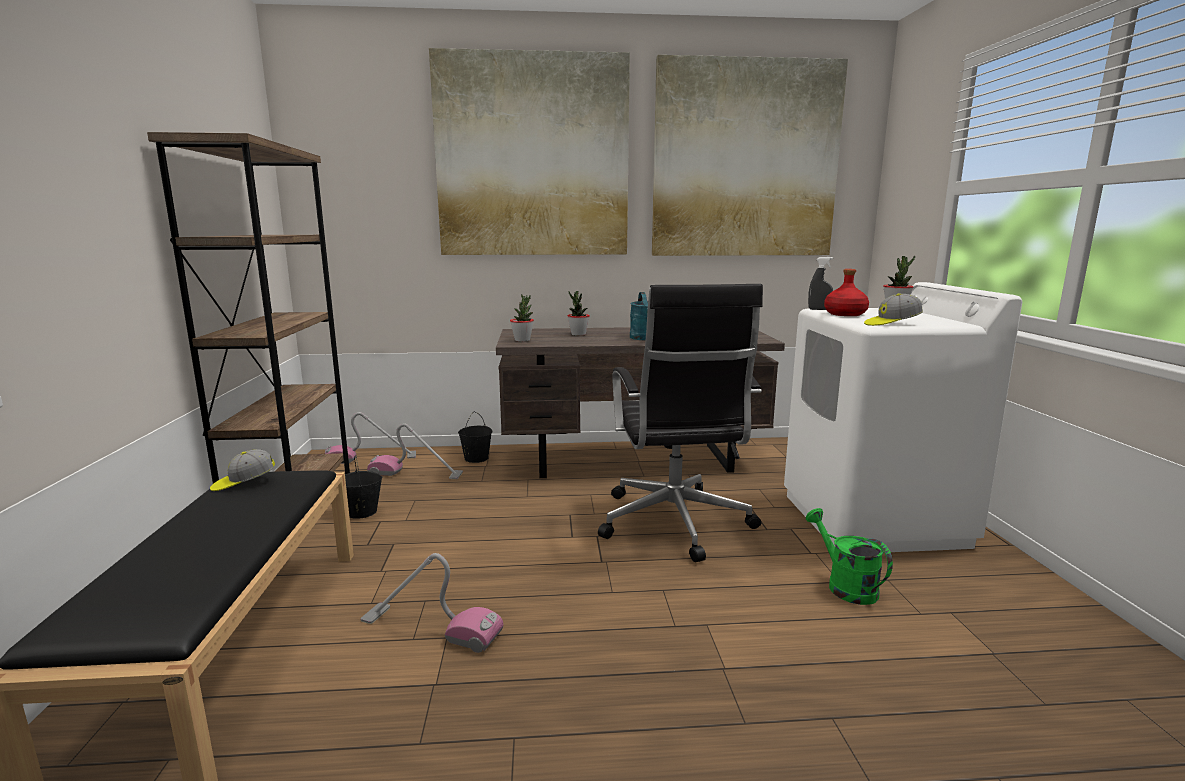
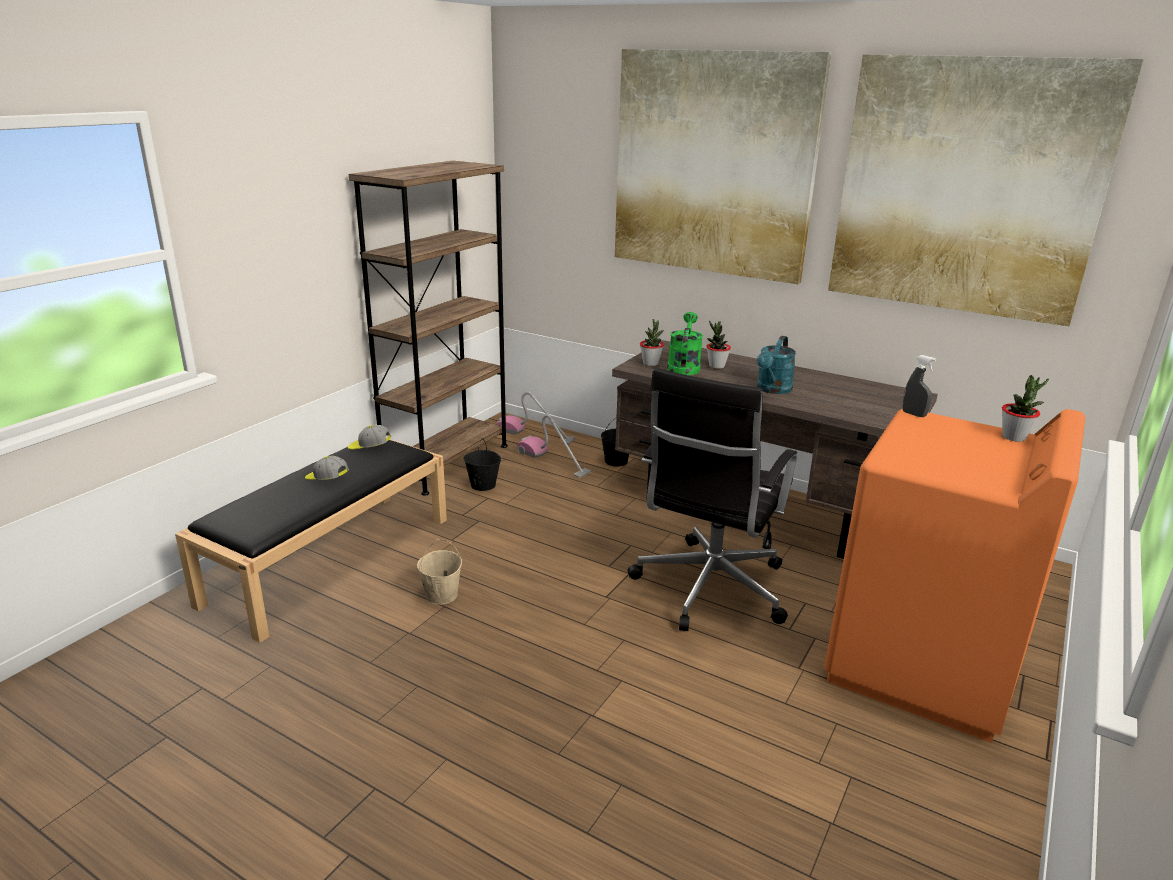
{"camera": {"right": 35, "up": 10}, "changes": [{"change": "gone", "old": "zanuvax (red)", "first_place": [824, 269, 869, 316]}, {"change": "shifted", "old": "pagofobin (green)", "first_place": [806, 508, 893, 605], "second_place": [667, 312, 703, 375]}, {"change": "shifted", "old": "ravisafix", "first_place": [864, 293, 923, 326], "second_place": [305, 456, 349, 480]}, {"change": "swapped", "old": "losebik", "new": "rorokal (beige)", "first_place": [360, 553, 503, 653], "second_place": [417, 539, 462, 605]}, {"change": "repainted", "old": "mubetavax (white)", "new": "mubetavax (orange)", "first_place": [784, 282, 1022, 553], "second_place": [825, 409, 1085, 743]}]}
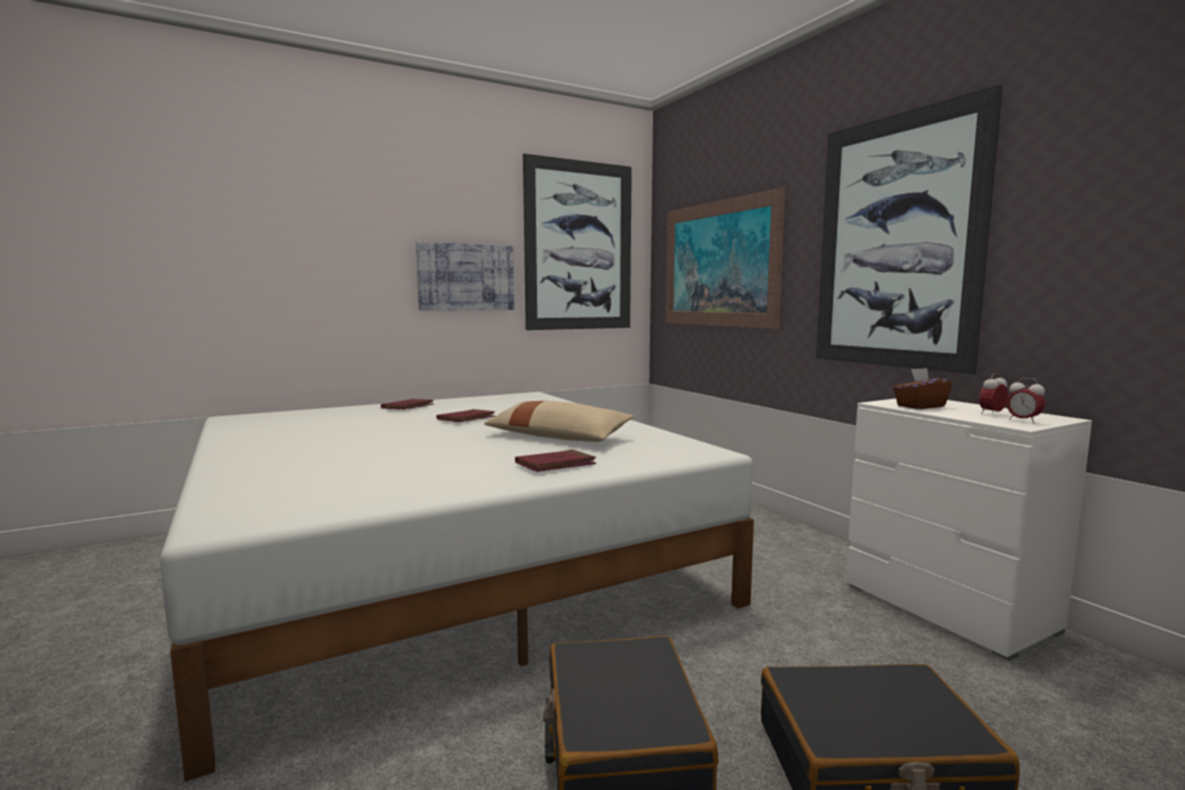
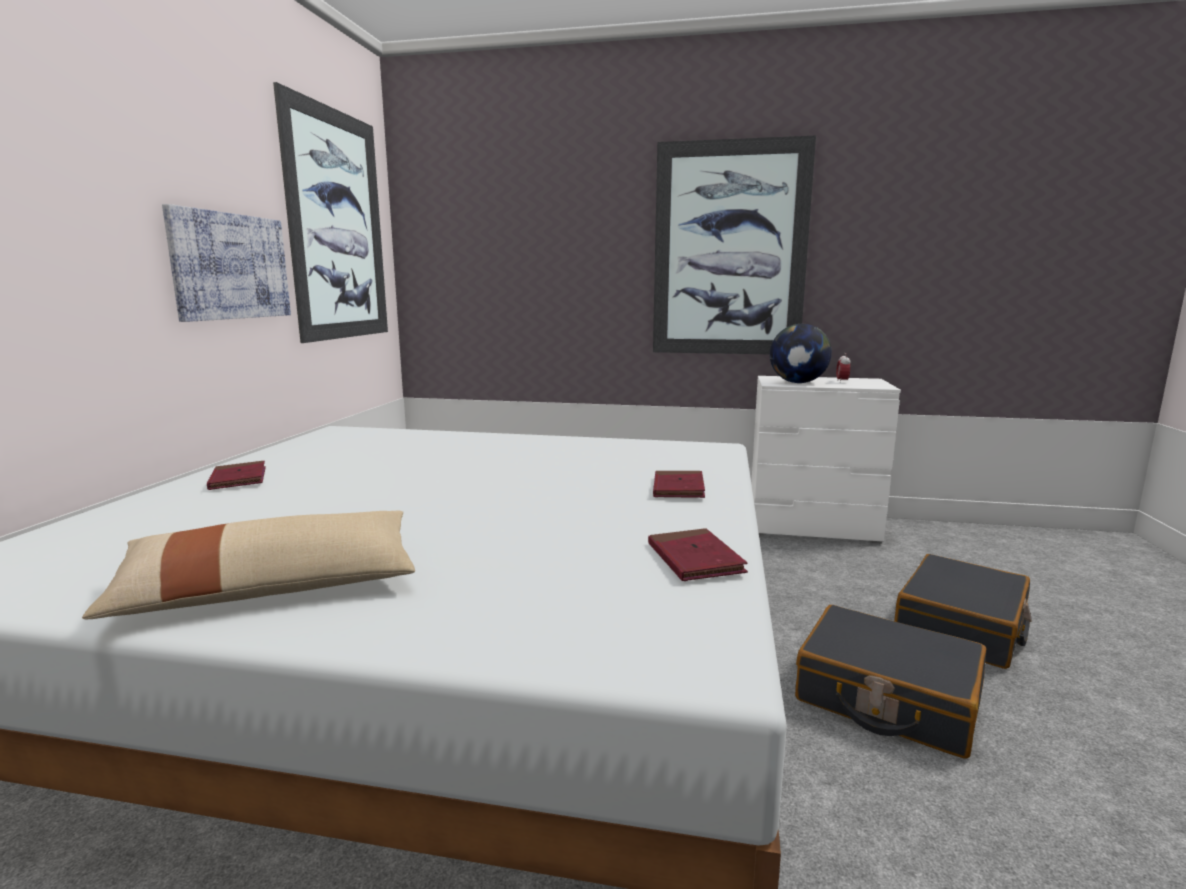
{"camera": {"right": -50, "up": 5}, "changes": [{"change": "gone", "old": "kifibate", "first_place": [666, 187, 786, 329]}, {"change": "gone", "old": "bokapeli", "first_place": [1006, 378, 1045, 423]}, {"change": "shifted", "old": "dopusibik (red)", "first_place": [436, 409, 495, 422], "second_place": [648, 528, 748, 581]}, {"change": "shifted", "old": "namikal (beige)", "first_place": [484, 401, 634, 442], "second_place": [82, 511, 415, 619]}, {"change": "swapped", "old": "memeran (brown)", "new": "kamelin", "first_place": [893, 368, 952, 409], "second_place": [770, 324, 832, 383]}]}
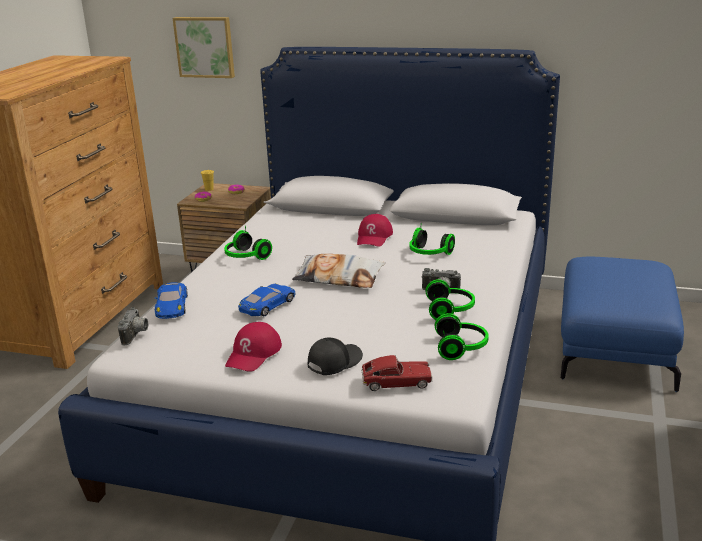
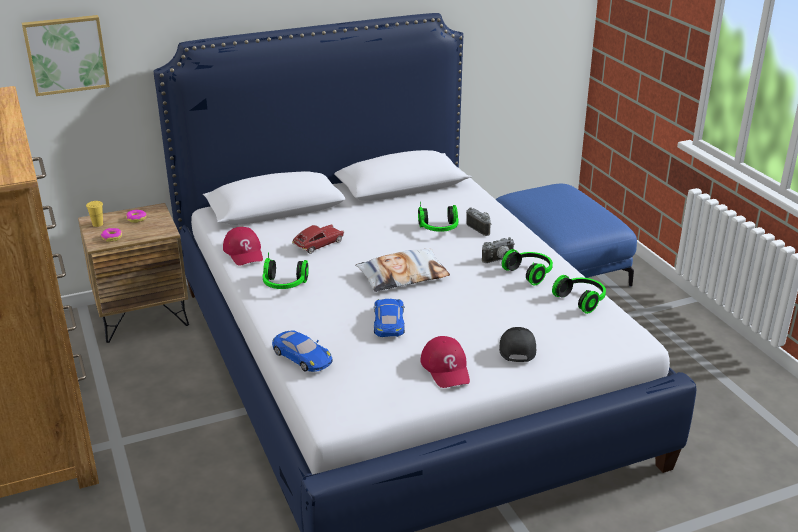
{"camera": {"right": -40, "up": 5}, "changes": [{"change": "shifted", "old": "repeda", "first_place": [117, 307, 148, 345], "second_place": [466, 208, 491, 236]}, {"change": "shifted", "old": "ravisafix (red)", "first_place": [357, 214, 393, 247], "second_place": [223, 227, 263, 266]}, {"change": "shifted", "old": "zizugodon", "first_place": [361, 355, 433, 391], "second_place": [292, 225, 344, 254]}]}
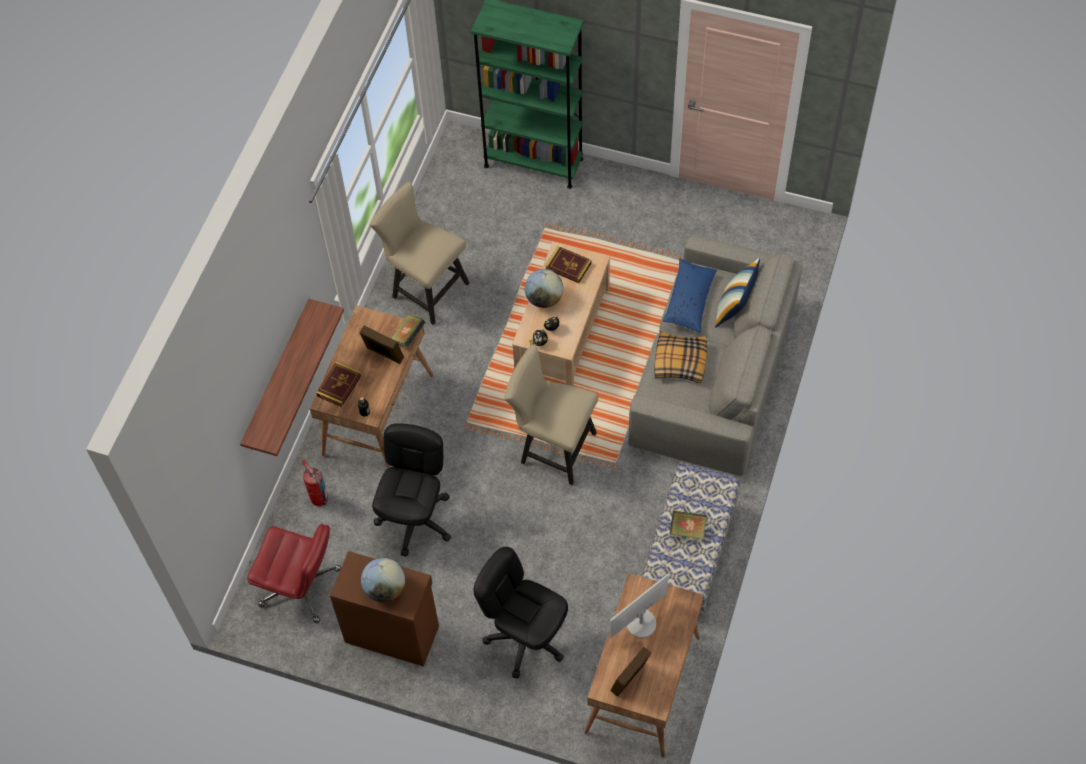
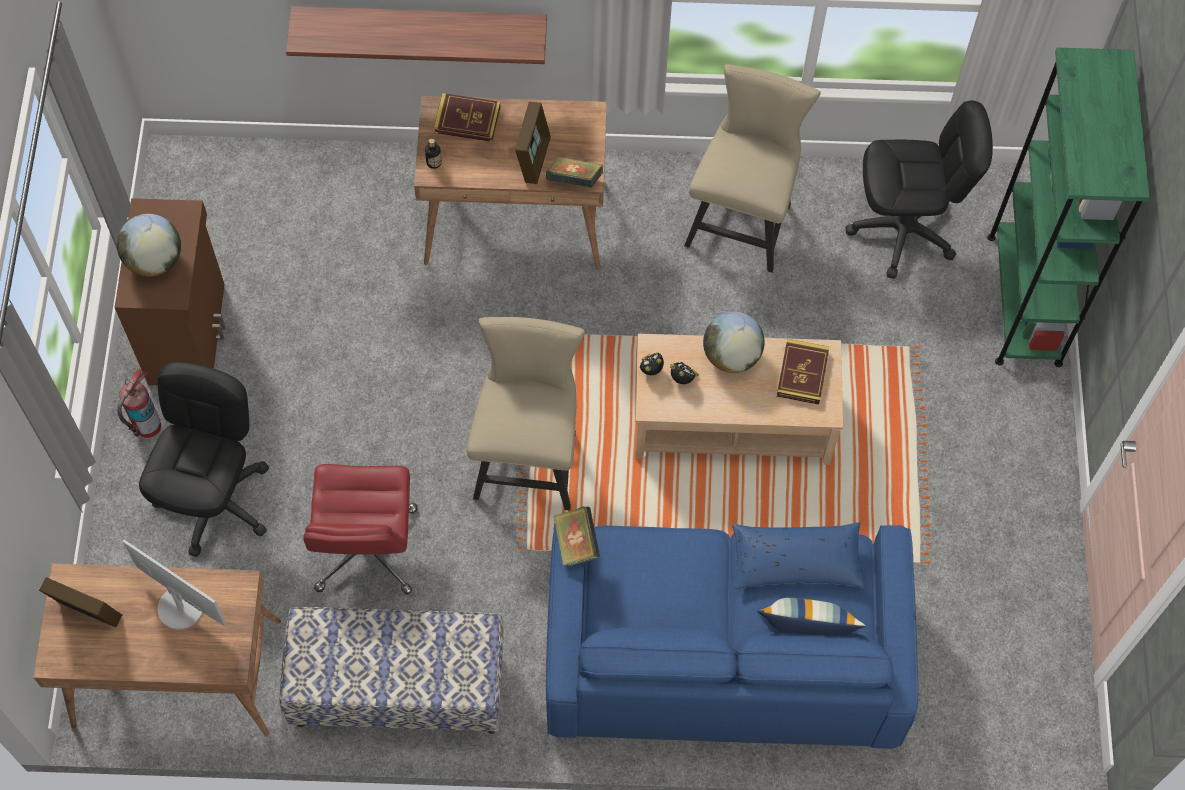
{"camera": {"right": 70, "up": 5}, "changes": [{"change": "gone", "old": "namikal", "first_place": [654, 332, 707, 384]}, {"change": "shifted", "old": "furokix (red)", "first_place": [247, 524, 341, 623], "second_place": [303, 464, 418, 594]}, {"change": "shifted", "old": "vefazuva", "first_place": [301, 460, 328, 506], "second_place": [117, 369, 161, 438]}, {"change": "shifted", "old": "furokix (black)", "first_place": [372, 423, 451, 556], "second_place": [845, 100, 993, 279]}, {"change": "shifted", "old": "dopusibik", "first_place": [670, 511, 707, 540], "second_place": [553, 506, 600, 567]}, {"change": "repainted", "old": "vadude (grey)", "new": "vadude (blue)", "first_place": [628, 235, 803, 476], "second_place": [546, 522, 918, 749]}]}
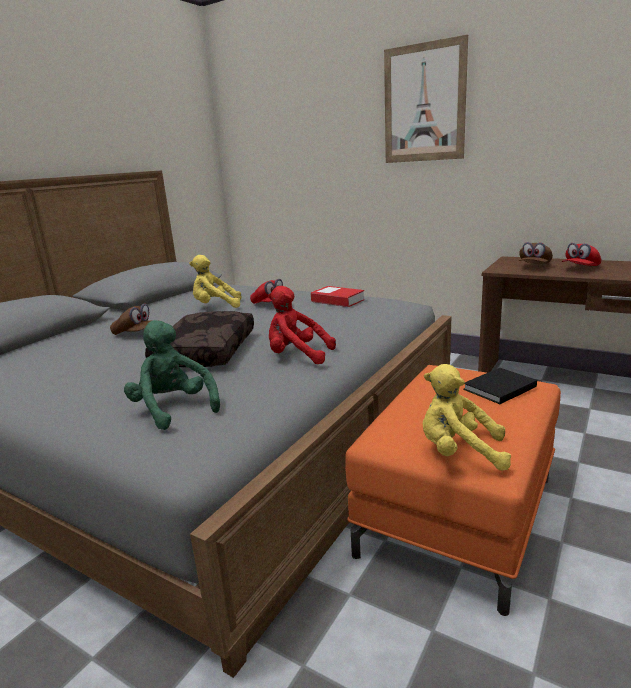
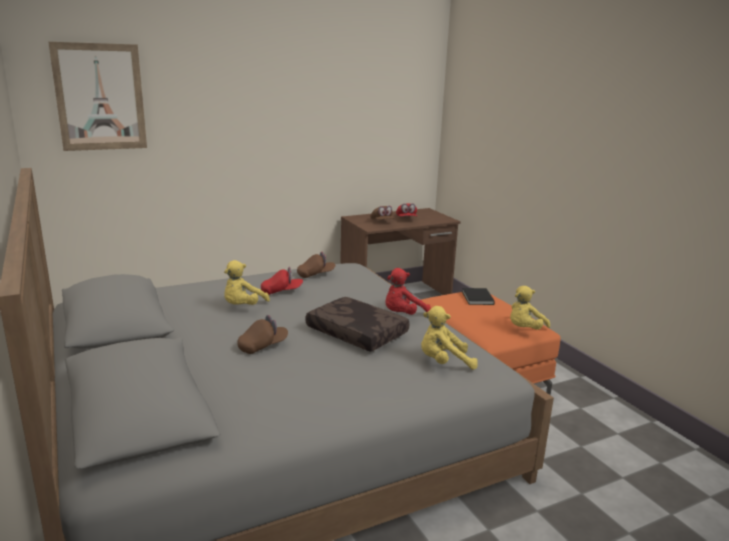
{"camera": {"right": -60, "up": 0}, "changes": [{"change": "shifted", "old": "kifibate", "first_place": [384, 35, 468, 163], "second_place": [48, 42, 147, 151]}, {"change": "swapped", "old": "dopusibik", "new": "ravisafix (brown)", "first_place": [311, 286, 364, 307], "second_place": [297, 252, 335, 278]}, {"change": "repainted", "old": "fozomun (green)", "new": "fozomun (yellow)", "first_place": [124, 320, 220, 430], "second_place": [421, 306, 478, 370]}]}
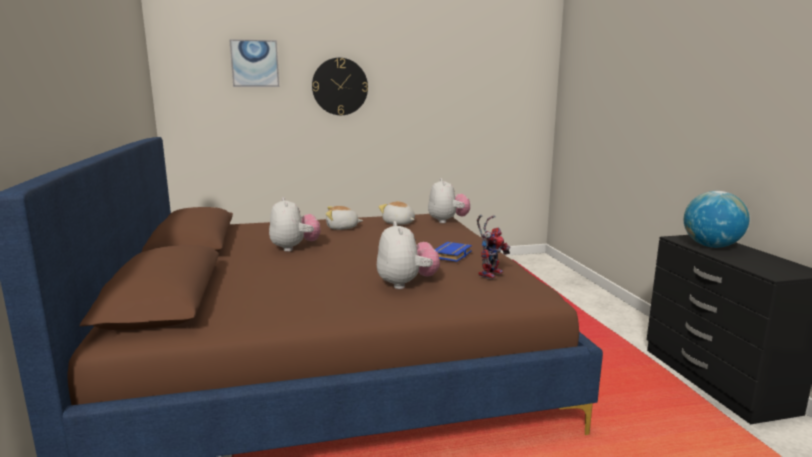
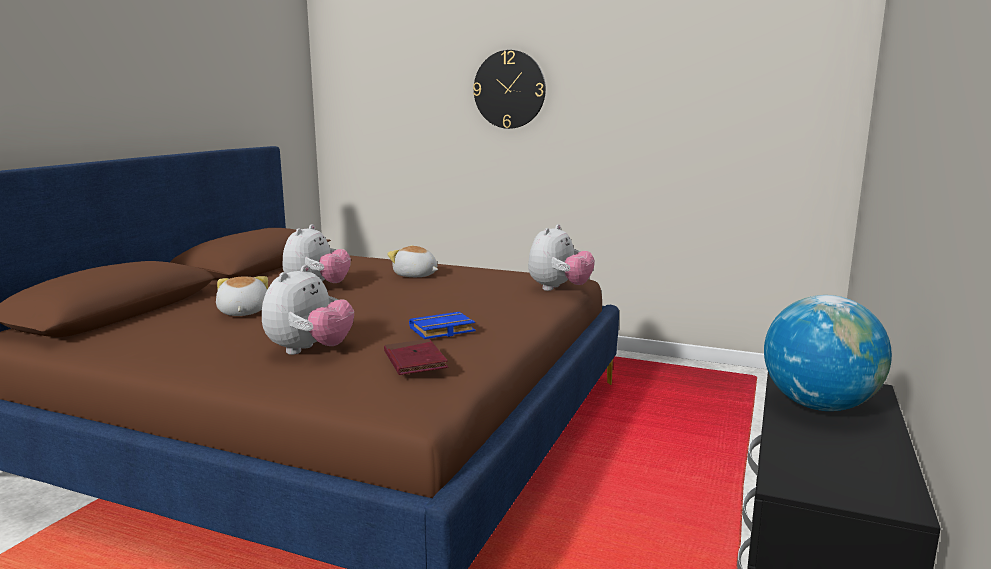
{"camera": {"right": 35, "up": 0}, "changes": [{"change": "gone", "old": "kifibate", "first_place": [229, 39, 279, 87]}, {"change": "shifted", "old": "fozomun", "first_place": [379, 201, 415, 225], "second_place": [216, 276, 268, 316]}, {"change": "swapped", "old": "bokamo", "new": "dopusibik (red)", "first_place": [477, 215, 510, 279], "second_place": [384, 339, 448, 375]}]}
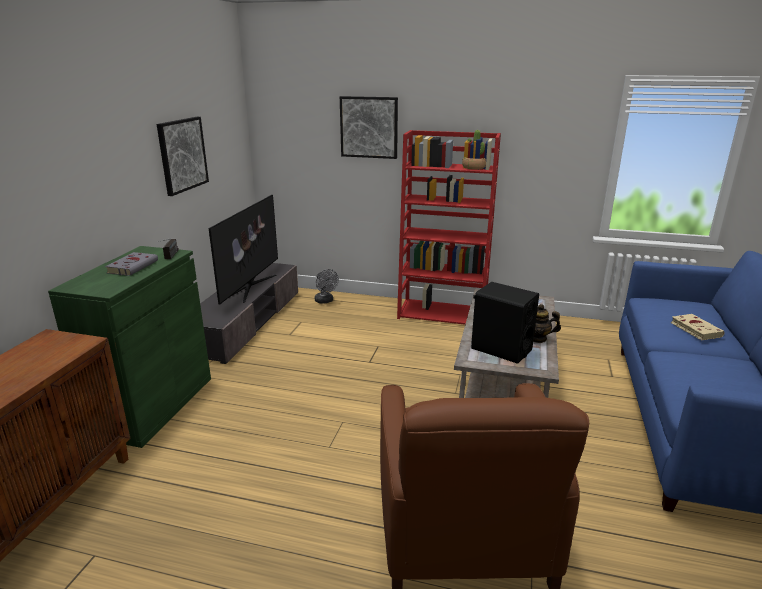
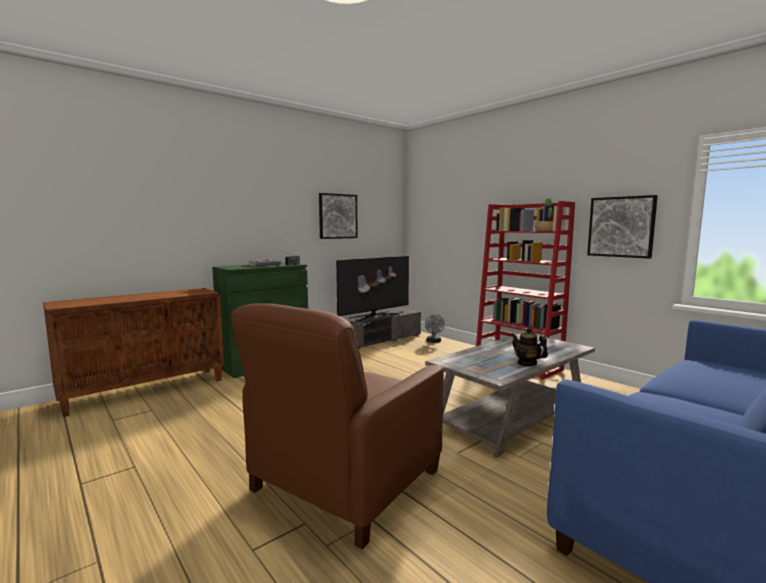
{"camera": {"right": 35, "up": -15}, "changes": [{"change": "gone", "old": "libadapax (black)", "first_place": [471, 282, 539, 364]}, {"change": "gone", "old": "dopusibik (beige)", "first_place": [670, 314, 725, 341]}, {"change": "shifted", "old": "kifibate", "first_place": [340, 96, 398, 159], "second_place": [587, 195, 658, 259]}]}
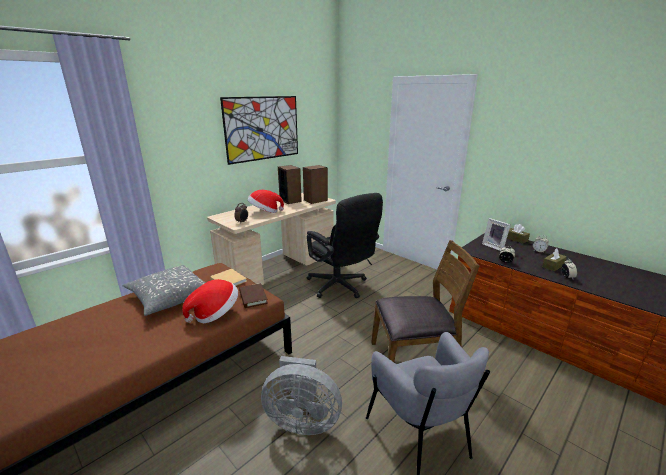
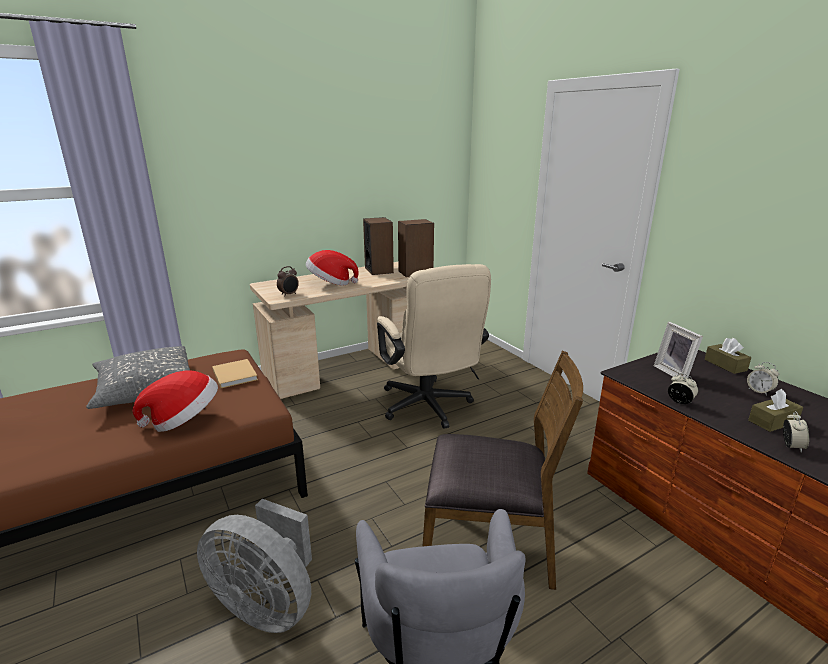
{"camera": {"right": 15, "up": 0}, "changes": [{"change": "gone", "old": "kifibate", "first_place": [220, 96, 298, 165]}, {"change": "gone", "old": "dopusibik (brown)", "first_place": [239, 283, 268, 308]}, {"change": "repainted", "old": "furokix (black)", "new": "furokix (beige)", "first_place": [307, 193, 383, 298], "second_place": [377, 264, 491, 429]}]}
